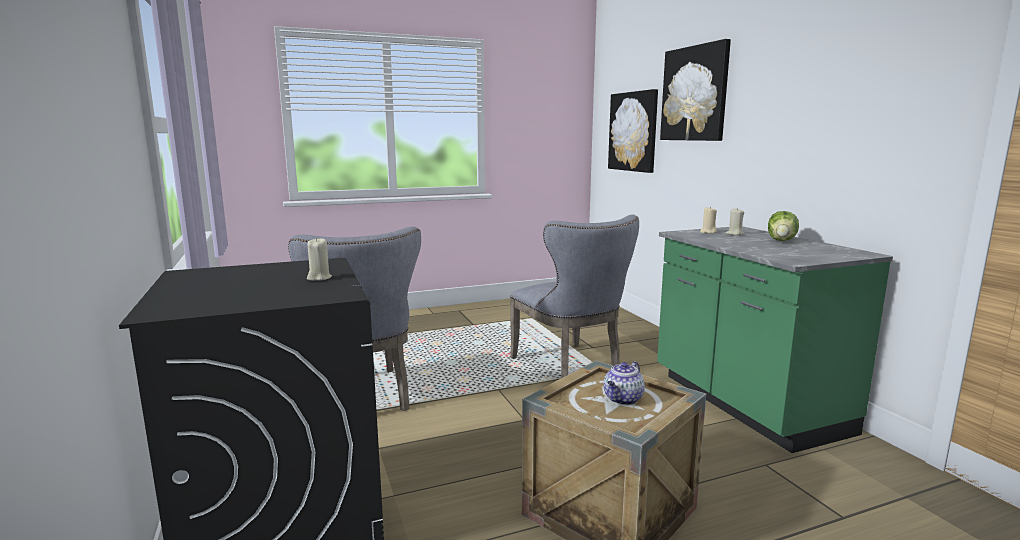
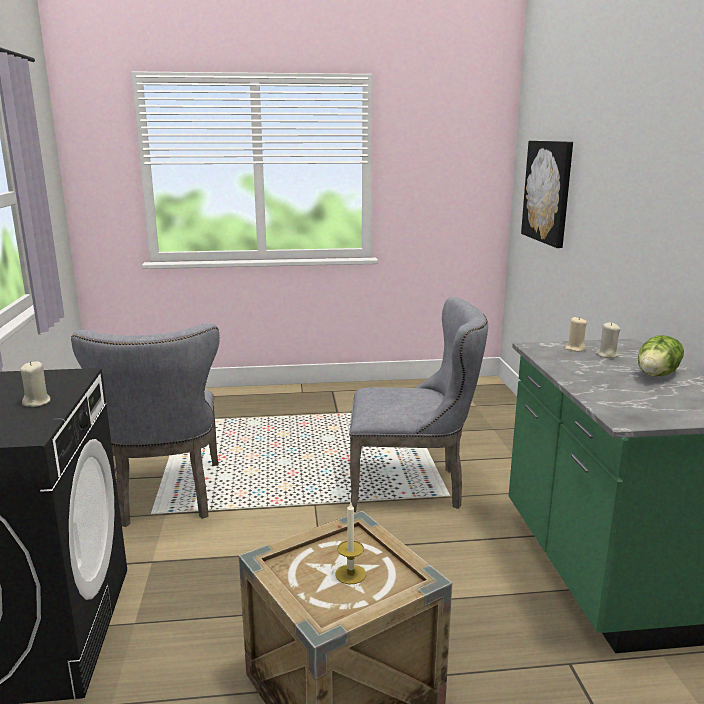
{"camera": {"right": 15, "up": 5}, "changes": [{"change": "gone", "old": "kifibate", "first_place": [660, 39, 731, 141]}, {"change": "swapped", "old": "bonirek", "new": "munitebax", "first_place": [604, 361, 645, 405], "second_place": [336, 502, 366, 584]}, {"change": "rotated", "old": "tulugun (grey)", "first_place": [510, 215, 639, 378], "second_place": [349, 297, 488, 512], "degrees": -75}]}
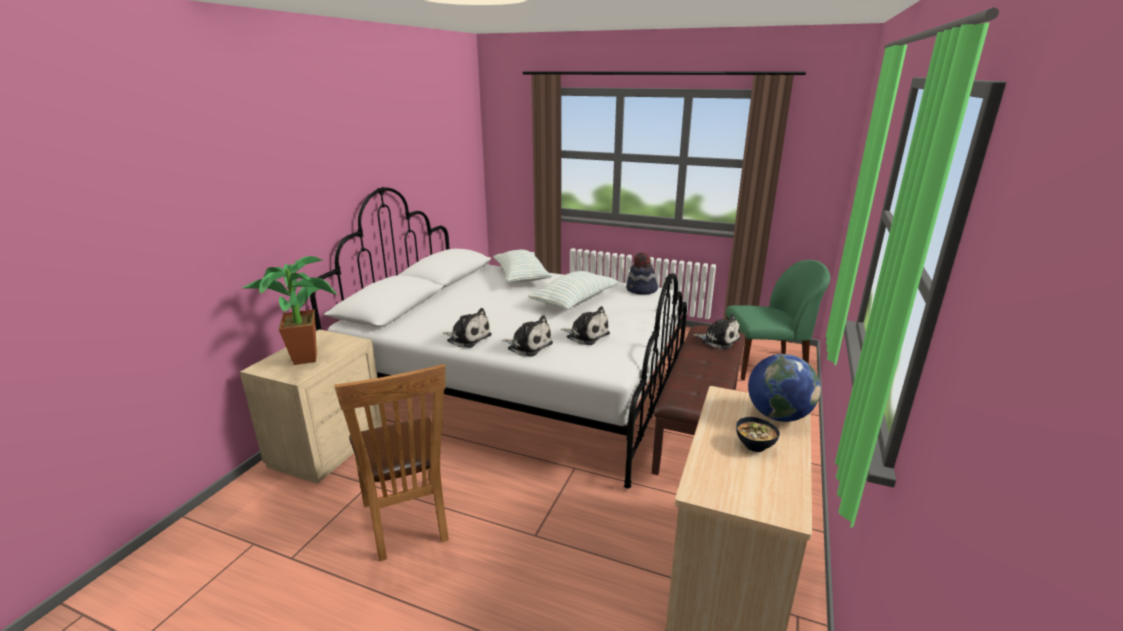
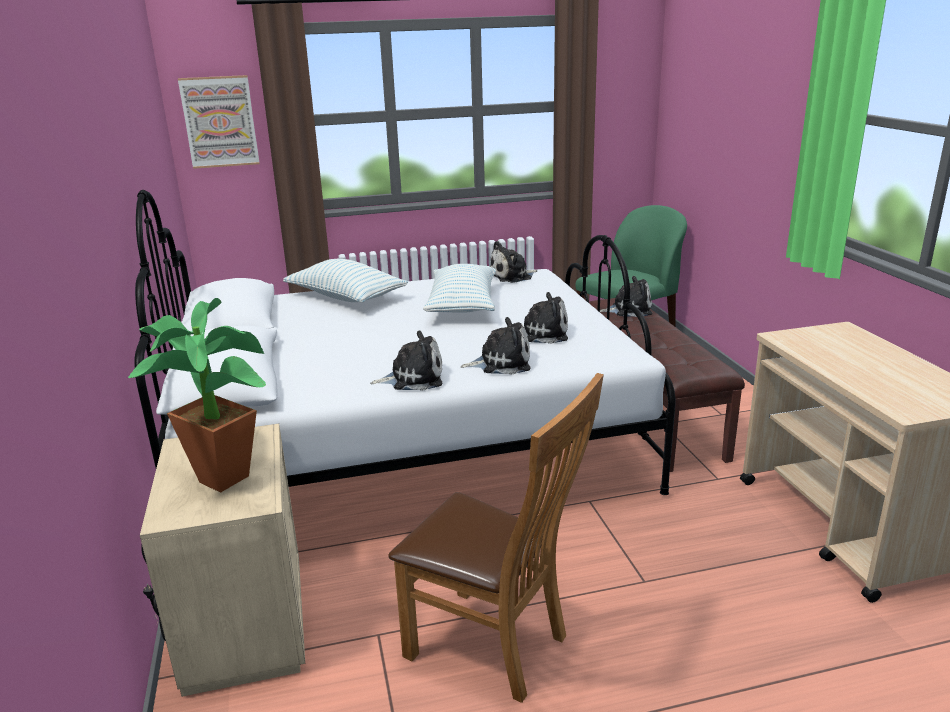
{"camera": {"right": -35, "up": 0}, "changes": [{"change": "gone", "old": "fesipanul", "first_place": [736, 417, 780, 452]}, {"change": "gone", "old": "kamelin", "first_place": [748, 354, 820, 422]}, {"change": "new", "new": "kifibate", "second_place": [178, 75, 260, 169]}, {"change": "swapped", "old": "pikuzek", "new": "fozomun", "first_place": [626, 253, 658, 294], "second_place": [490, 241, 537, 283]}]}
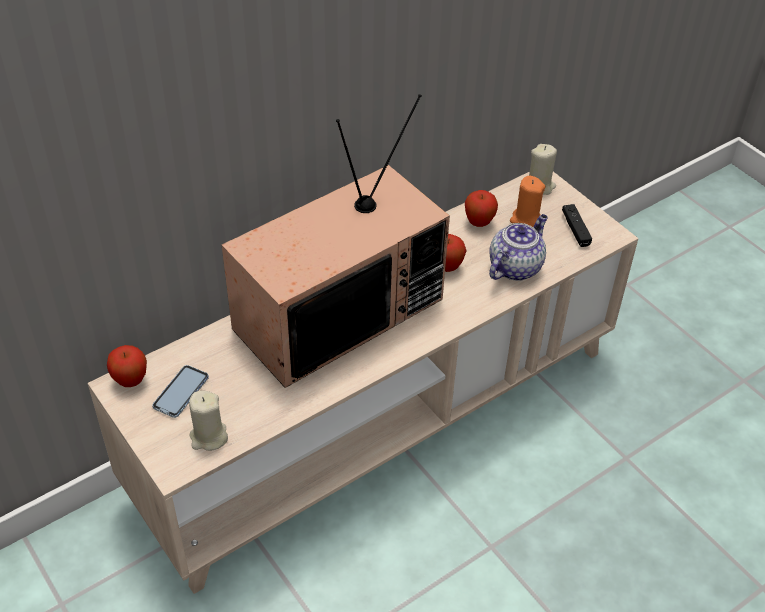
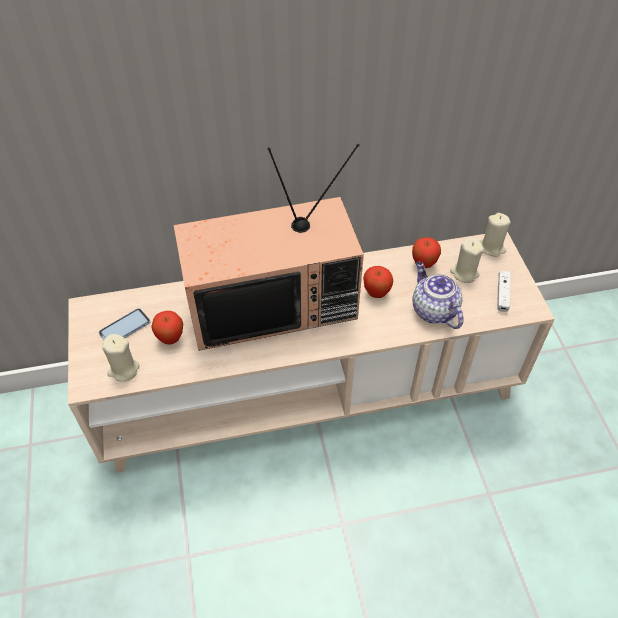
{"camera": {"right": 25, "up": 5}, "changes": [{"change": "shifted", "old": "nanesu", "first_place": [107, 345, 147, 387], "second_place": [151, 311, 183, 345]}, {"change": "repainted", "old": "munitebax (orange)", "new": "munitebax (beige)", "first_place": [510, 175, 546, 227], "second_place": [450, 237, 484, 283]}, {"change": "repainted", "old": "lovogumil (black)", "new": "lovogumil (white)", "first_place": [562, 204, 592, 247], "second_place": [497, 271, 511, 312]}, {"change": "rotated", "old": "bonirek", "first_place": [489, 214, 548, 281], "second_place": [412, 261, 464, 329], "degrees": -90}]}
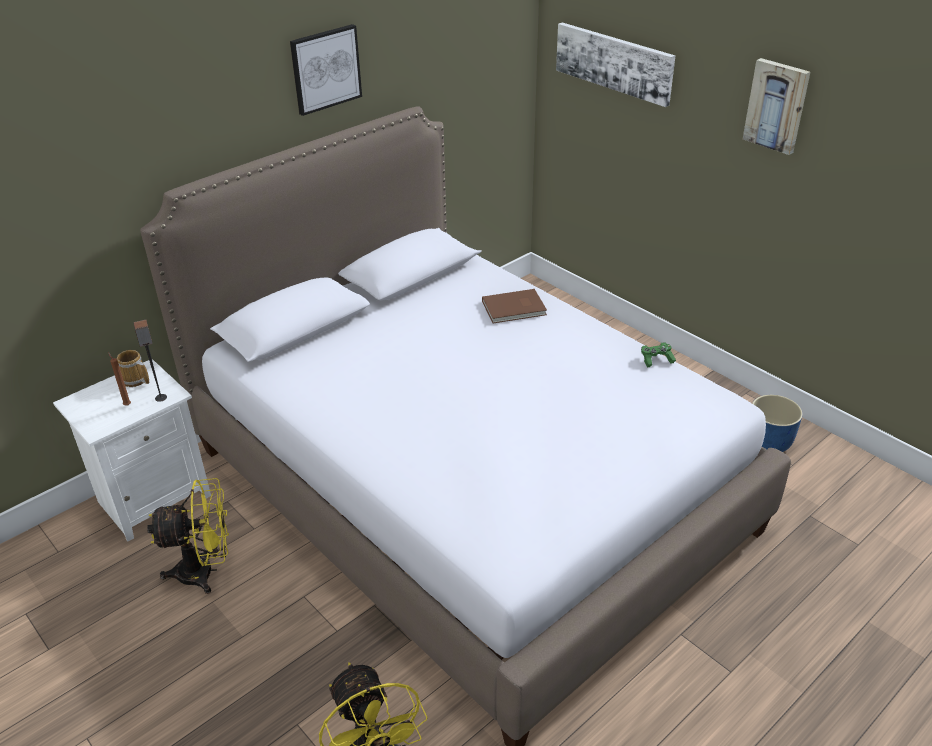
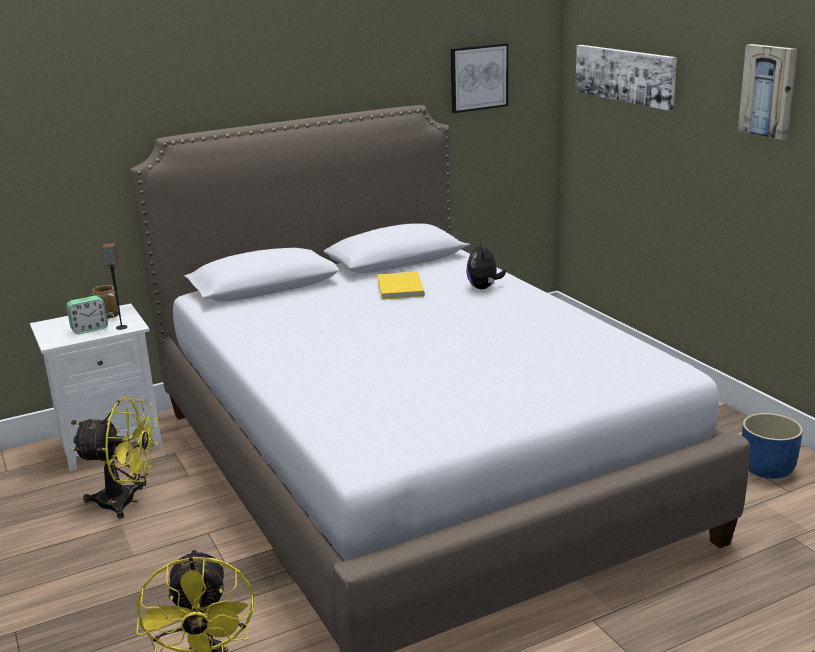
{"camera": {"right": 15, "up": -15}, "changes": [{"change": "gone", "old": "lovogumil (green)", "first_place": [641, 342, 676, 367]}, {"change": "new", "new": "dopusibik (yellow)", "second_place": [377, 272, 425, 300]}, {"change": "shifted", "old": "kifibate", "first_place": [290, 24, 362, 116], "second_place": [450, 43, 508, 113]}, {"change": "swapped", "old": "munitebax (brown)", "new": "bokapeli", "first_place": [108, 352, 131, 406], "second_place": [66, 296, 108, 334]}, {"change": "swapped", "old": "dopusibik (brown)", "new": "fozomun", "first_place": [482, 289, 547, 323], "second_place": [466, 240, 506, 289]}]}
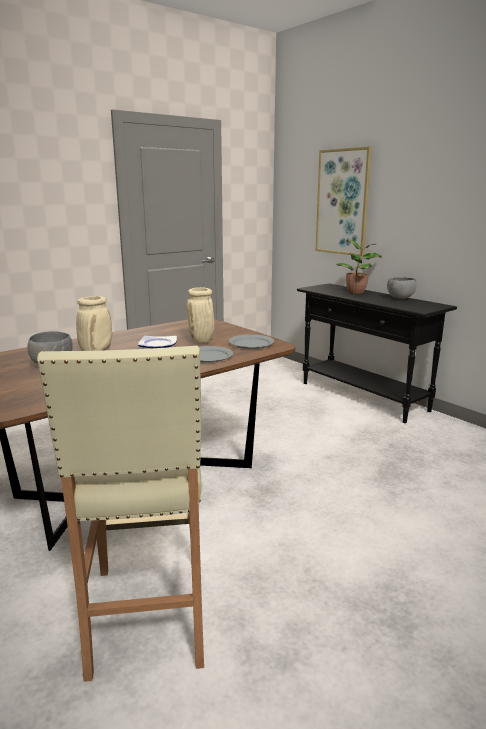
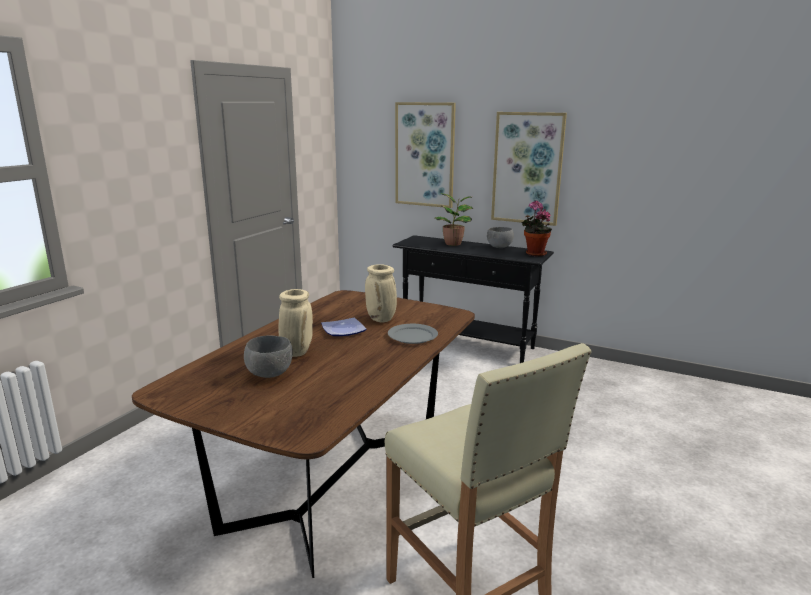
{"camera": {"right": -25, "up": 0}, "changes": [{"change": "gone", "old": "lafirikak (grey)", "first_place": [229, 334, 274, 349]}, {"change": "new", "new": "kifibate", "second_place": [491, 112, 567, 226]}, {"change": "new", "new": "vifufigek", "second_place": [521, 200, 552, 256]}]}
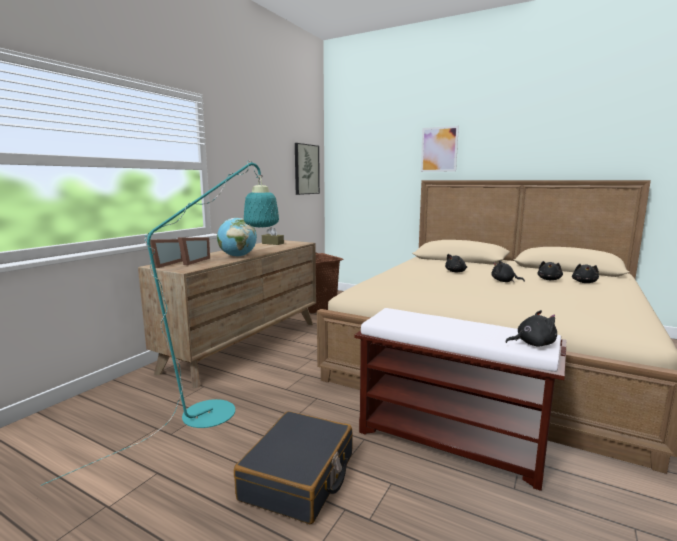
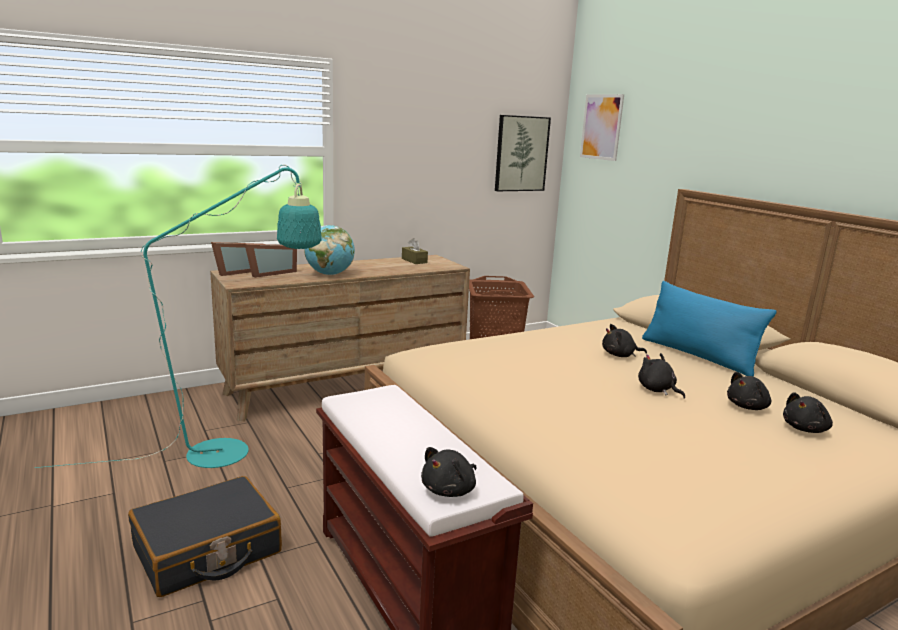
{"camera": {"right": 30, "up": 5}, "changes": [{"change": "new", "new": "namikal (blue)", "second_place": [642, 281, 776, 376]}, {"change": "shifted", "old": "kifibate", "first_place": [421, 126, 459, 172], "second_place": [580, 94, 624, 161]}, {"change": "rotated", "old": "fozomun (black)", "first_place": [505, 310, 557, 347], "second_place": [421, 447, 477, 497], "degrees": 105}]}
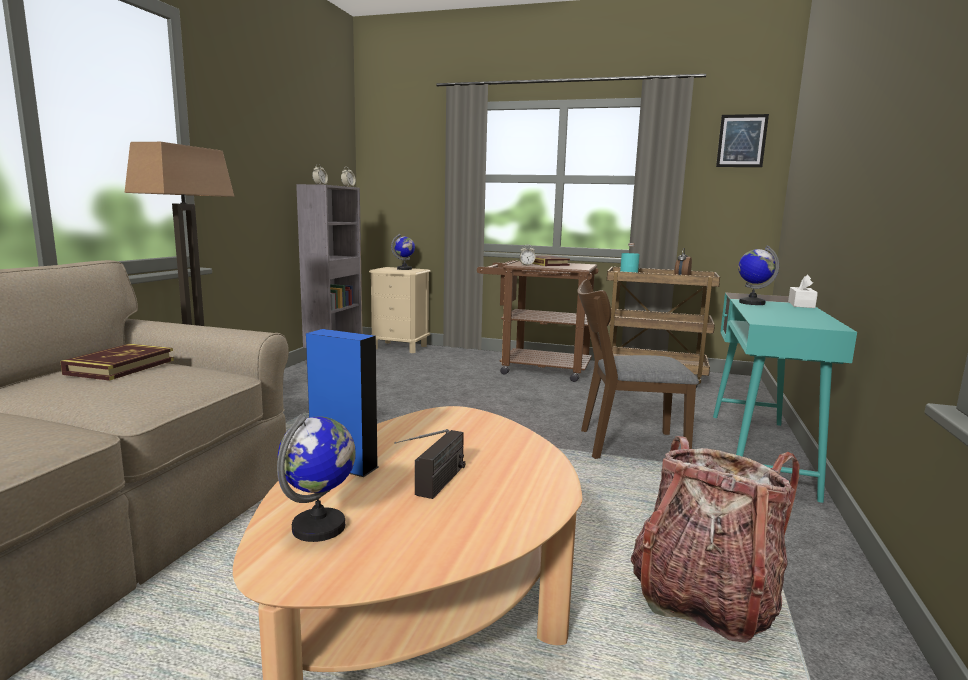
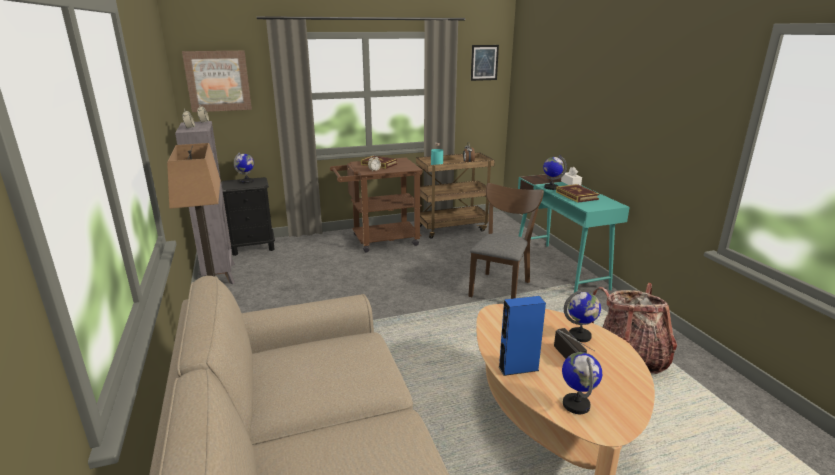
{"camera": {"right": -35, "up": 10}, "changes": [{"change": "new", "new": "kifibate", "second_place": [182, 51, 252, 112]}, {"change": "new", "new": "kamelin", "second_place": [564, 290, 601, 342]}, {"change": "shifted", "old": "dopusibik", "first_place": [60, 344, 174, 381], "second_place": [556, 184, 600, 203]}, {"change": "repainted", "old": "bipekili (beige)", "new": "bipekili (black)", "first_place": [369, 267, 431, 353], "second_place": [221, 177, 275, 256]}, {"change": "rotated", "old": "tulugun (brown)", "first_place": [577, 279, 699, 459], "second_place": [468, 183, 544, 299], "degrees": 150}]}
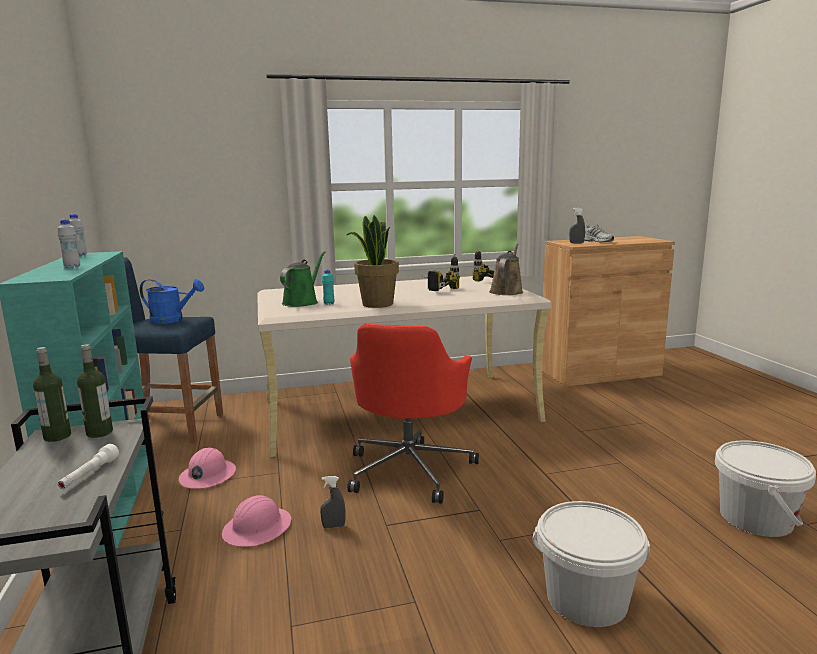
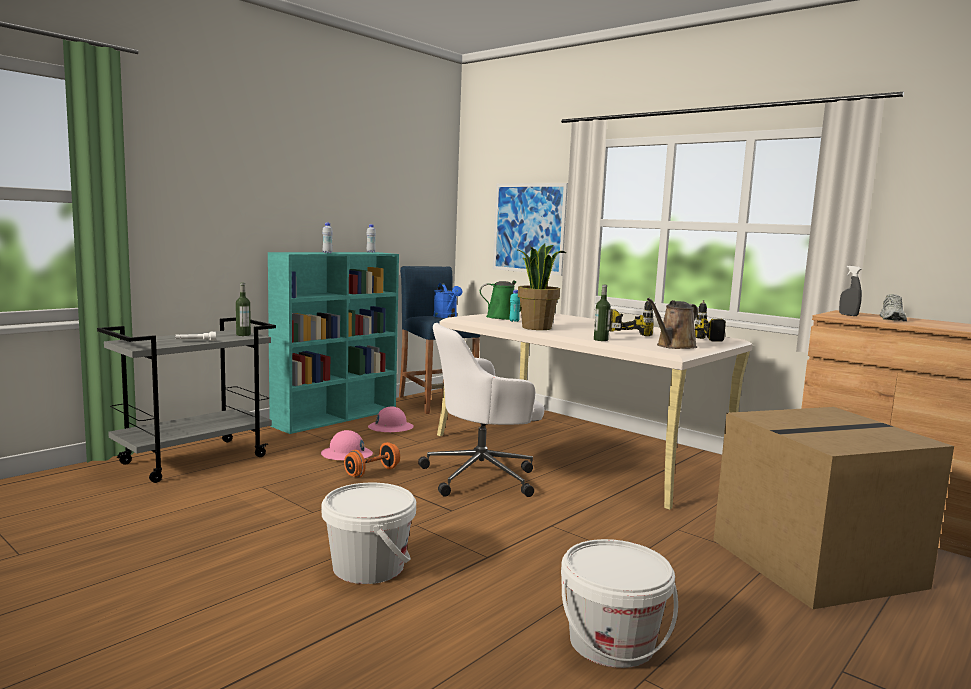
{"camera": {"right": 55, "up": -5}, "changes": [{"change": "new", "new": "kifibate", "second_place": [493, 183, 568, 276]}, {"change": "new", "new": "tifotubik", "second_place": [714, 407, 954, 609]}, {"change": "shifted", "old": "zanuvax", "first_place": [33, 347, 71, 442], "second_place": [594, 285, 611, 341]}, {"change": "swapped", "old": "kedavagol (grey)", "new": "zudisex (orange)", "first_place": [320, 476, 346, 528], "second_place": [344, 442, 400, 478]}, {"change": "repainted", "old": "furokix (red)", "new": "furokix (white)", "first_place": [347, 324, 479, 504], "second_place": [418, 323, 545, 497]}, {"change": "rotated", "old": "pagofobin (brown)", "first_place": [489, 243, 523, 295], "second_place": [647, 298, 698, 349], "degrees": 150}]}
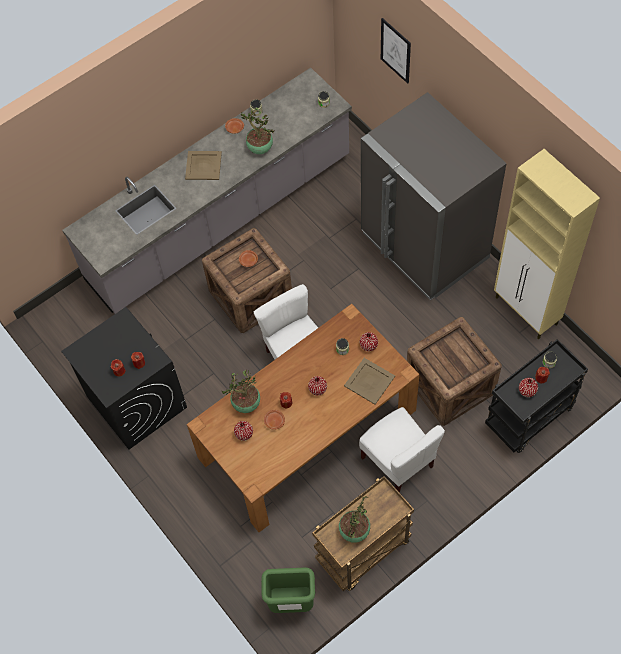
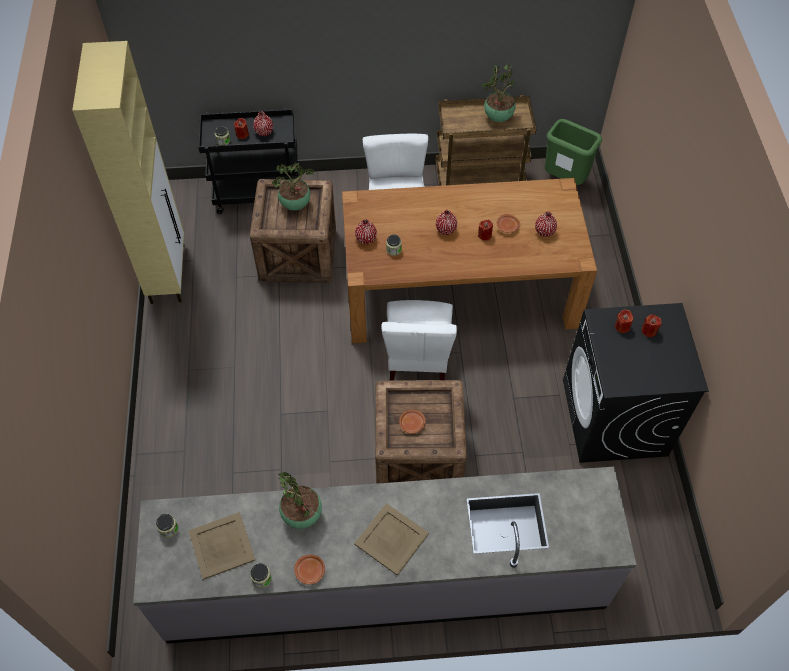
{"camera": {"right": -150, "up": -5}, "changes": [{"change": "gone", "old": "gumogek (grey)", "first_place": [361, 92, 506, 300]}, {"change": "gone", "old": "kifibate", "first_place": [381, 18, 411, 84]}, {"change": "shifted", "old": "vifufigek", "first_place": [221, 370, 260, 413], "second_place": [272, 163, 314, 211]}, {"change": "shifted", "old": "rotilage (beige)", "first_place": [344, 358, 395, 404], "second_place": [188, 512, 255, 580]}]}
